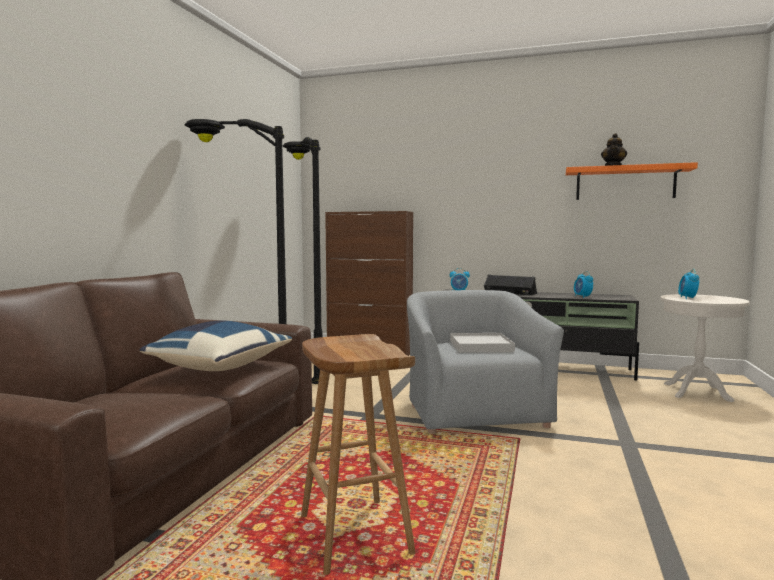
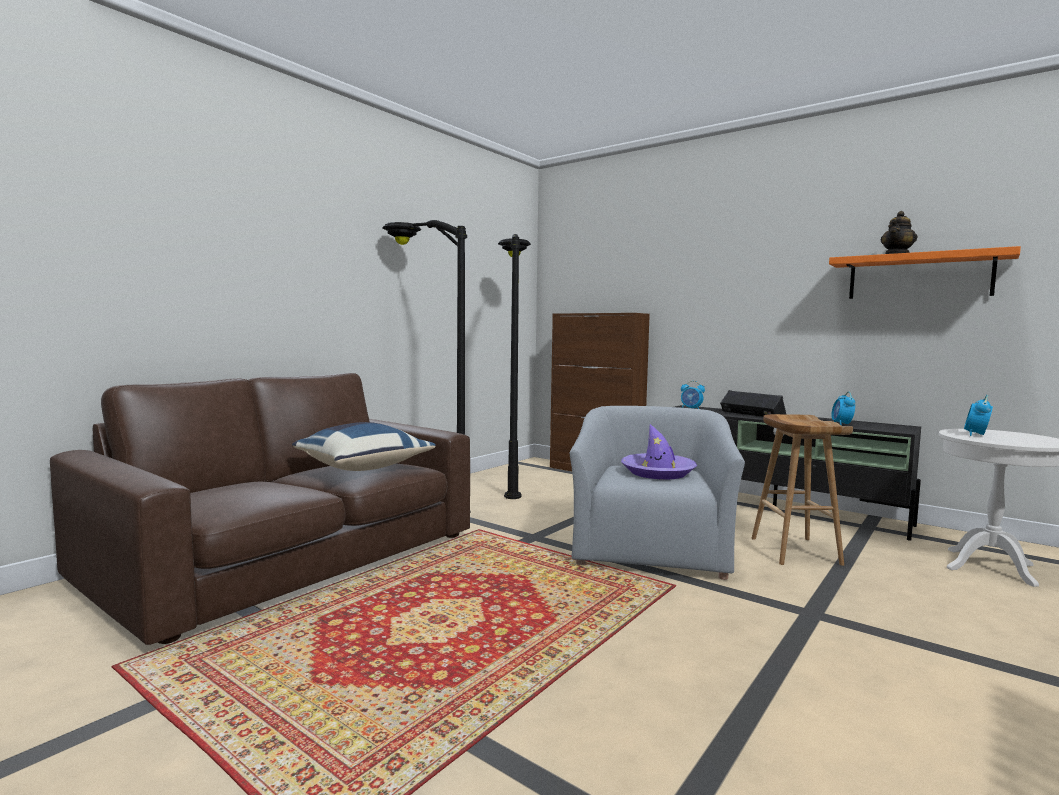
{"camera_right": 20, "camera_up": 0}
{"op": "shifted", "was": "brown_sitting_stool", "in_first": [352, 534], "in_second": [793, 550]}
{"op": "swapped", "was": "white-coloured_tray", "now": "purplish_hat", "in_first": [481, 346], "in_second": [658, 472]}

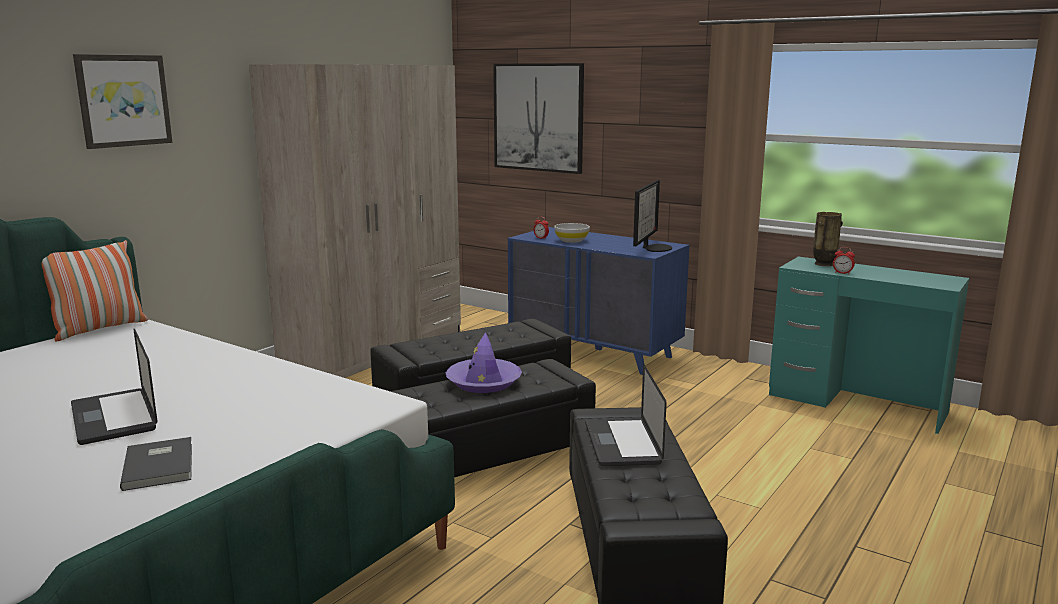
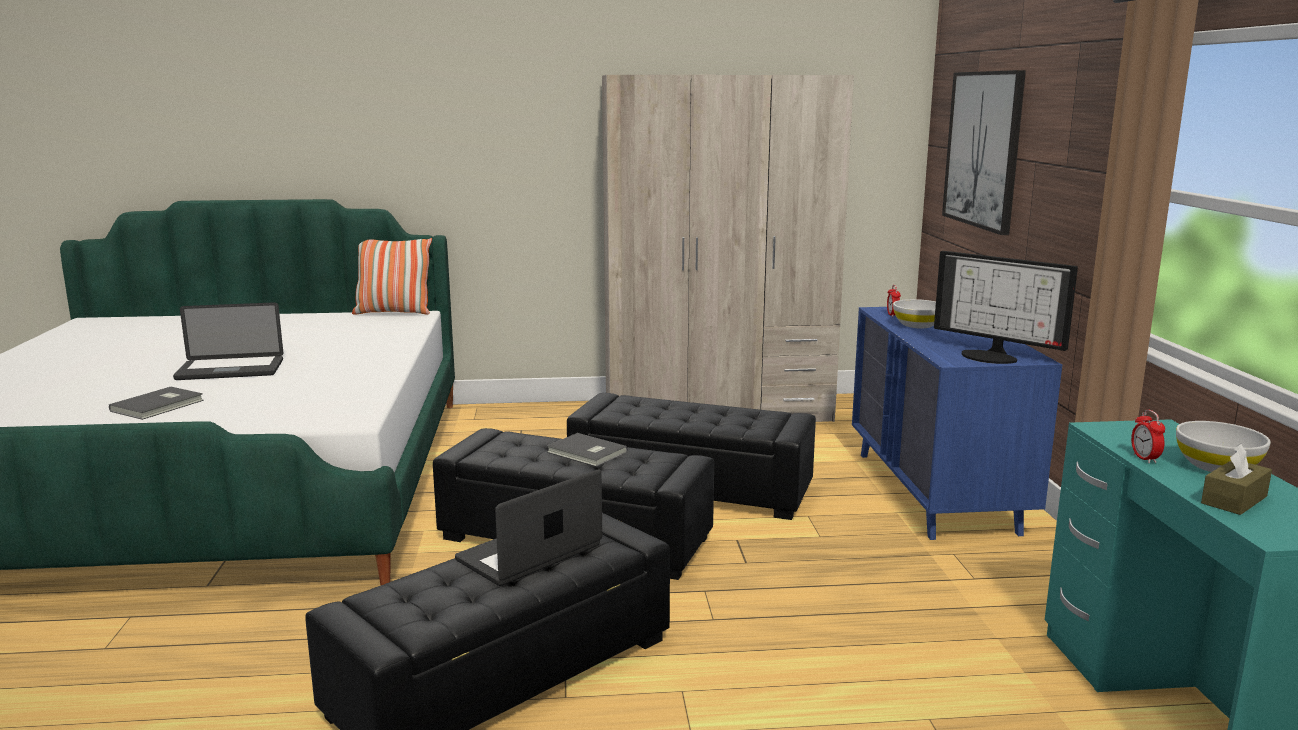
{"camera_right": 50, "camera_up": 0}
{"op": "gone", "was": "picture", "in_first": [123, 100]}
{"op": "gone", "was": "flower_vase", "in_first": [824, 264]}
{"op": "new", "now": "white-coloured_serving_bowl", "in_second": [1217, 466]}
{"op": "new", "now": "brown_tissue_holder", "in_second": [1234, 500]}
{"op": "swapped", "was": "purplish_hat", "now": "greyish_bound_book", "in_first": [484, 382], "in_second": [586, 453]}
{"op": "rotated", "was": "laptop", "in_first": [114, 417], "in_second": [230, 370], "clockwise": -120}
{"op": "rotated", "was": "computer_display", "in_first": [654, 248], "in_second": [991, 356], "clockwise": 60}

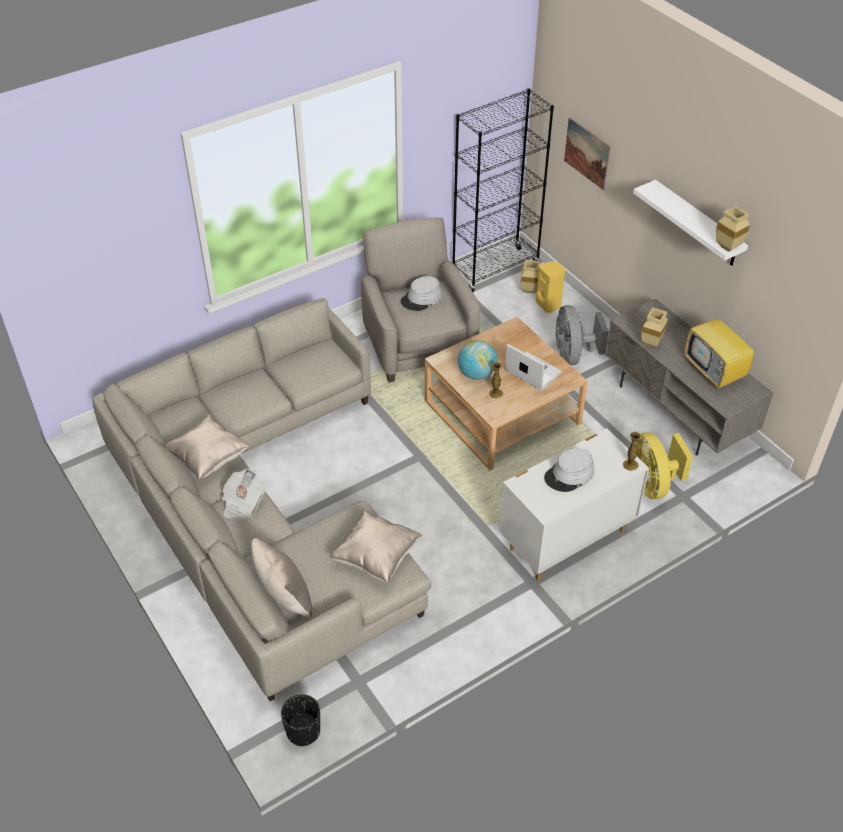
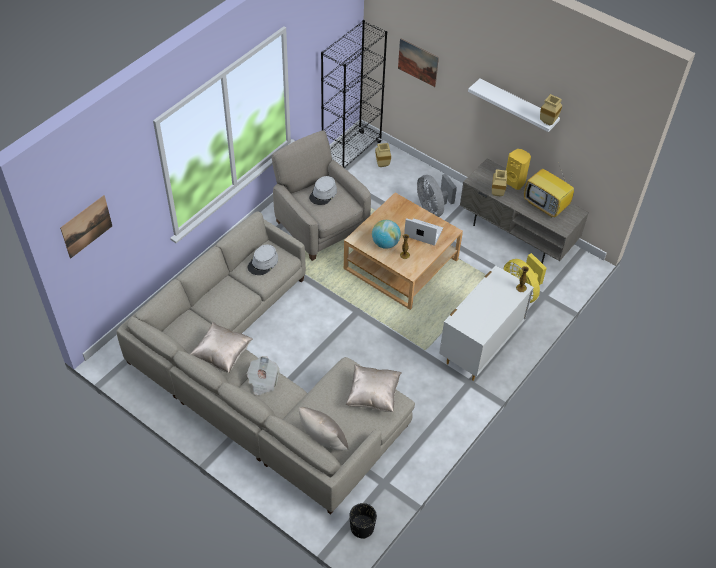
{"camera_right": -20, "camera_up": 5}
{"op": "new", "now": "picture", "in_second": [86, 226]}
{"op": "shifted", "was": "yellow-coloured_loudspeaker", "in_first": [549, 304], "in_second": [515, 182]}
{"op": "shifted", "was": "greyish_hat", "in_first": [569, 475], "in_second": [263, 263]}

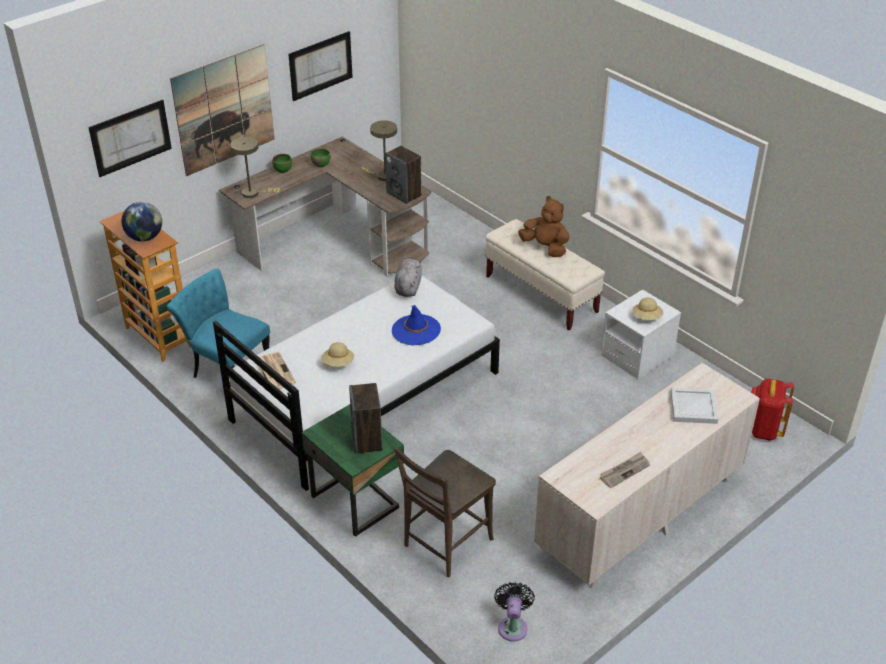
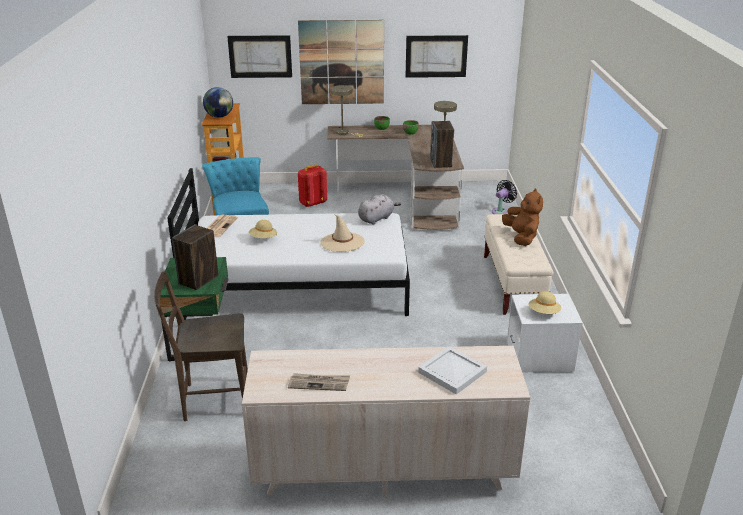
{"camera_right": 40, "camera_up": -10}
{"op": "shifted", "was": "black-coloured_cooling_fan", "in_first": [513, 626], "in_second": [501, 211]}
{"op": "shifted", "was": "red_rucksack", "in_first": [763, 430], "in_second": [312, 203]}
{"op": "repainted", "was": "blue-coloured_hat", "now": "beige_hat", "in_first": [416, 330], "in_second": [342, 242]}

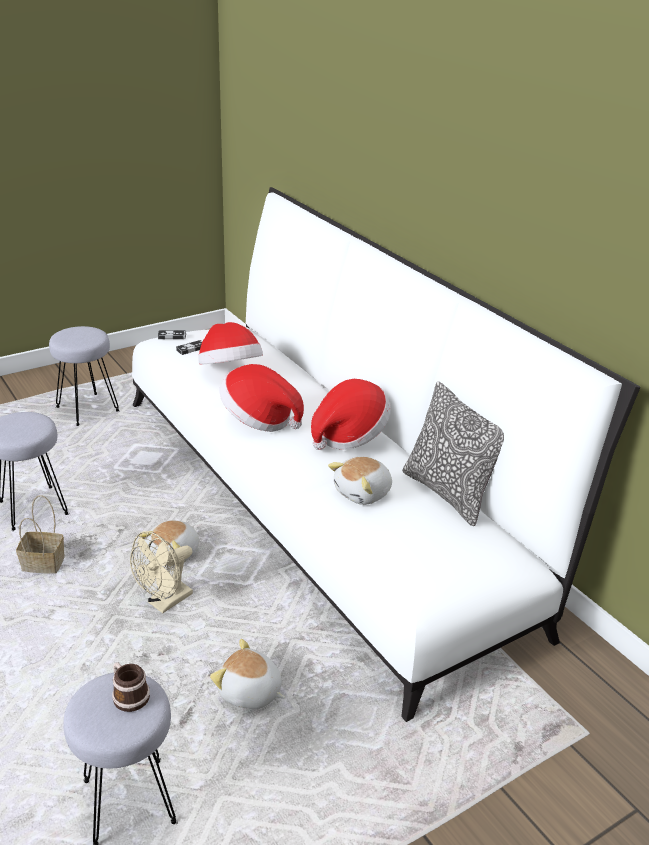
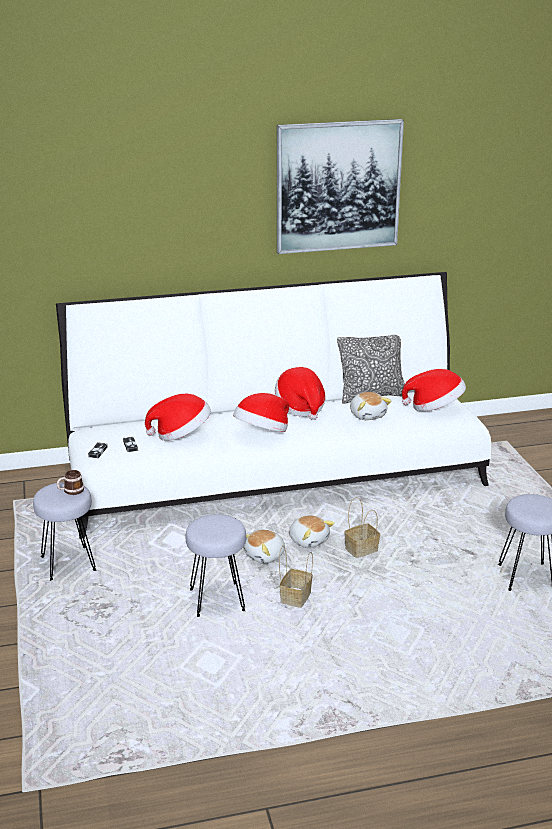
{"camera_right": -70, "camera_up": -5}
{"op": "new", "now": "picture", "in_second": [338, 186]}
{"op": "new", "now": "hat", "in_second": [435, 408]}
{"op": "shifted", "was": "mug", "in_first": [128, 695], "in_second": [71, 491]}
{"op": "shifted", "was": "plush_toy", "in_first": [249, 693], "in_second": [265, 556]}
{"op": "swapped", "was": "beige_cooling_fan", "now": "storage_basket", "in_first": [165, 603], "in_second": [362, 549]}

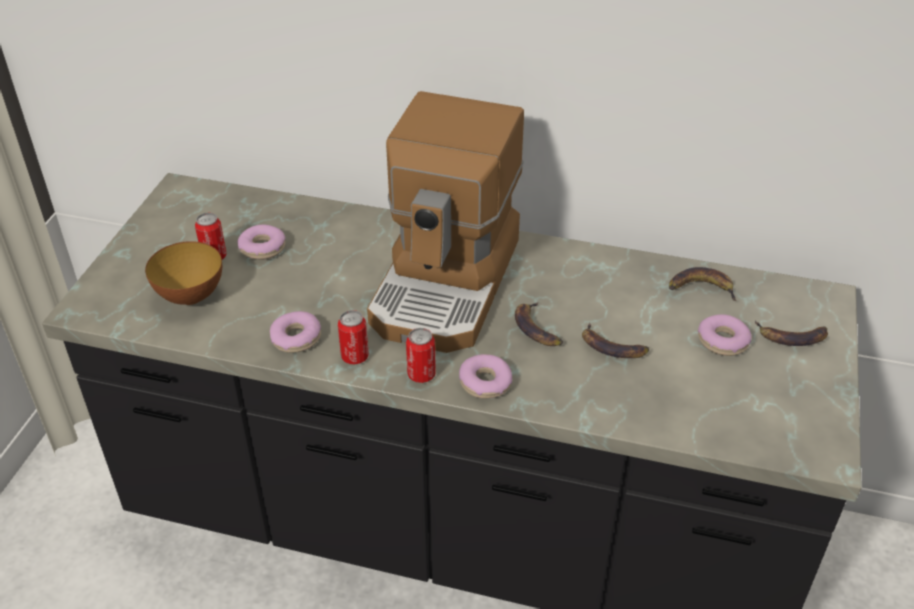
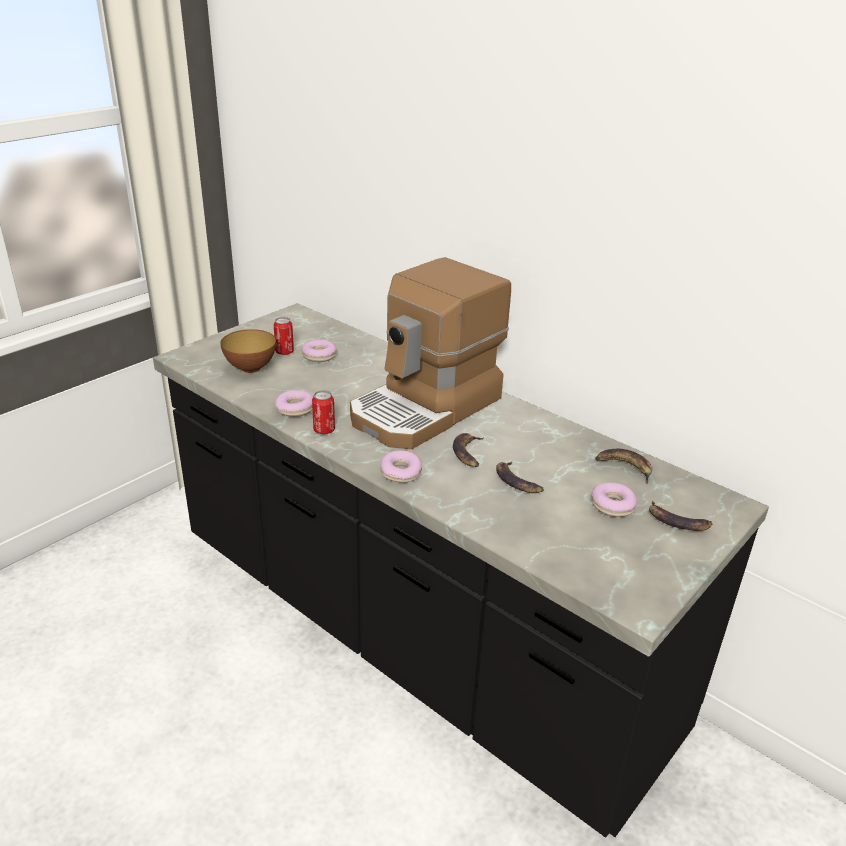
{"camera_right": 25, "camera_up": -10}
{"op": "gone", "was": "metal_can", "in_first": [421, 374]}

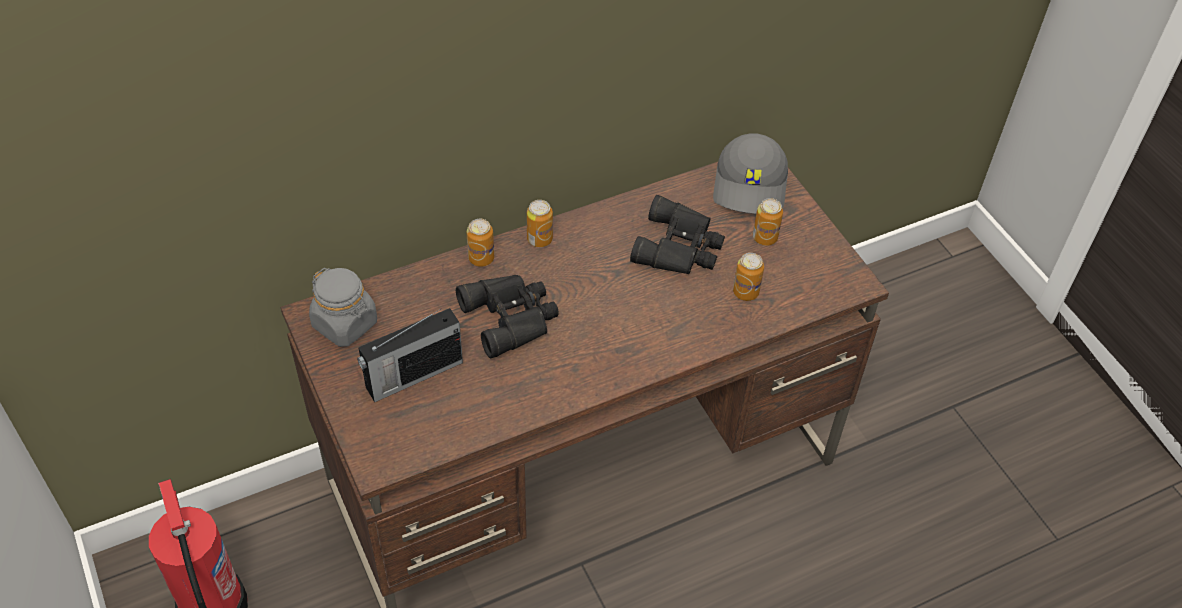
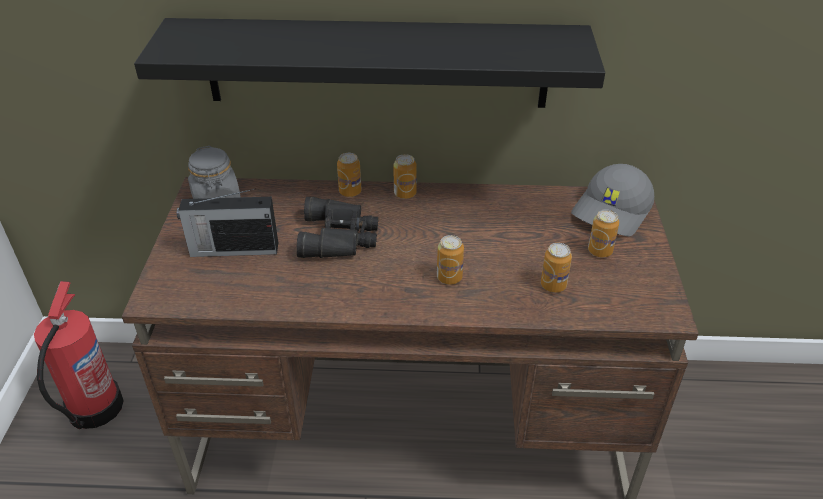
{"camera_right": 30, "camera_up": -10}
{"op": "gone", "was": "black-coloured_binoculars", "in_first": [680, 247]}
{"op": "new", "now": "black-coloured_shelf", "in_second": [377, 63]}
{"op": "new", "now": "metal_can", "in_second": [449, 277]}

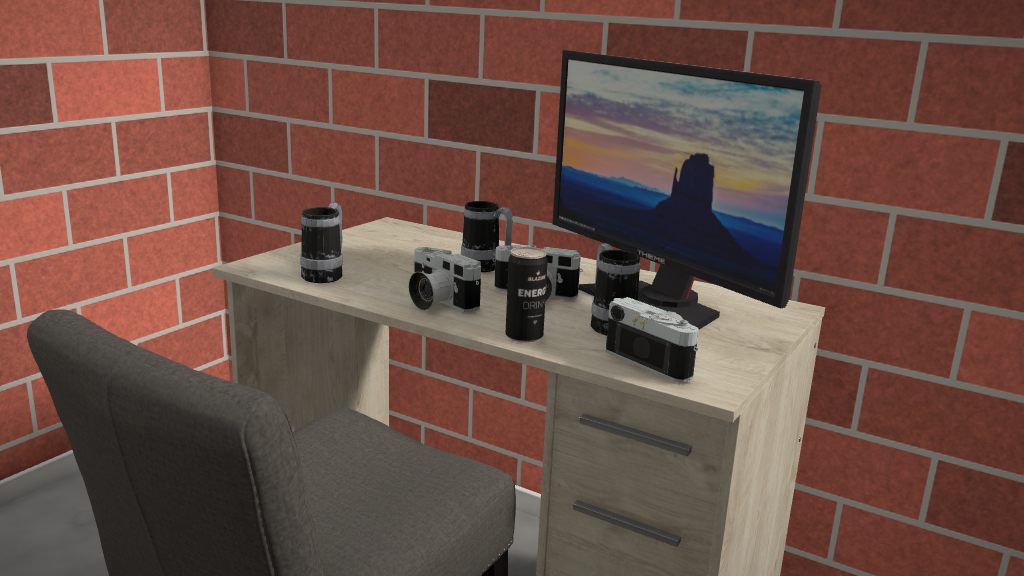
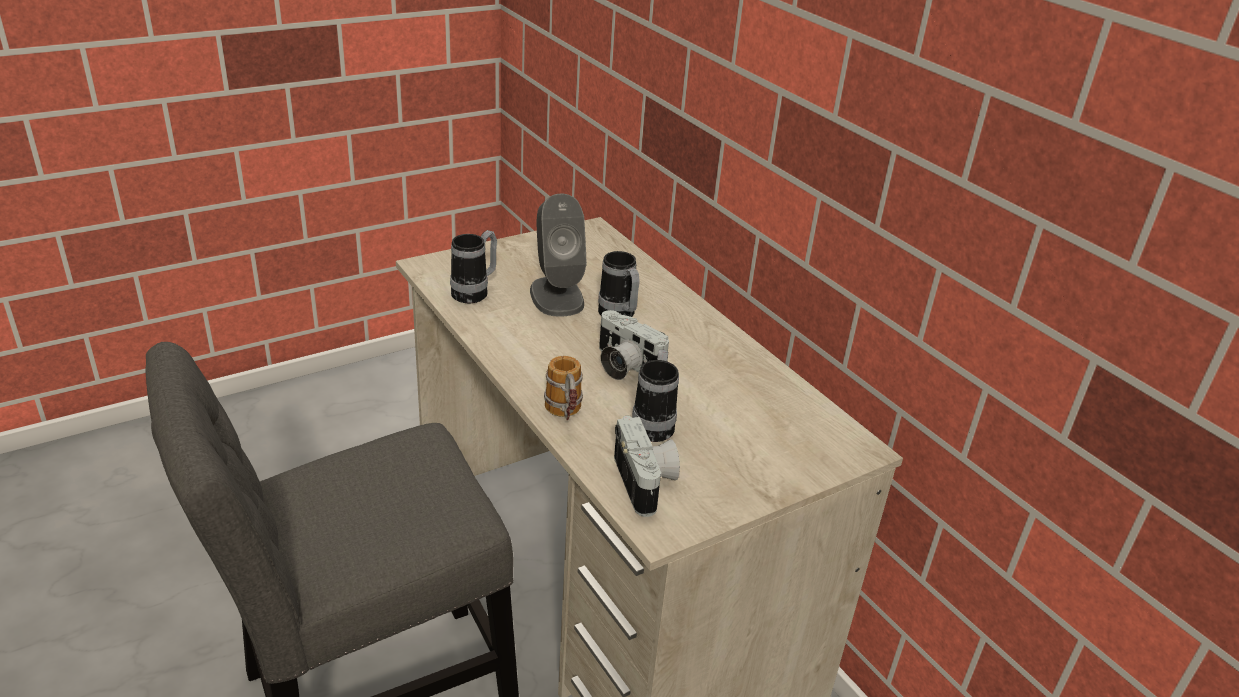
{"camera_right": 25, "camera_up": 15}
{"op": "gone", "was": "still_camera", "in_first": [436, 302]}
{"op": "gone", "was": "computer_display", "in_first": [658, 305]}
{"op": "new", "now": "greyish_loudspeaker", "in_second": [556, 296]}
{"op": "swapped", "was": "metal_can", "now": "mug", "in_first": [524, 336], "in_second": [565, 416]}

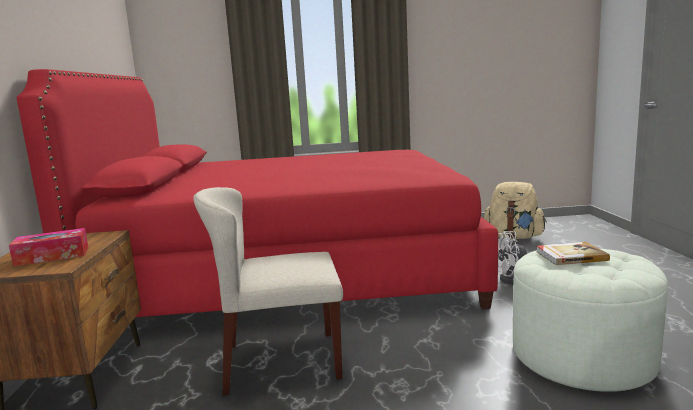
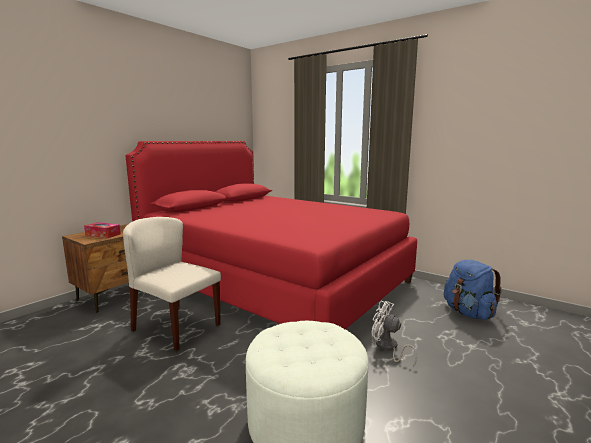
{"camera_right": 40, "camera_up": 0}
{"op": "gone", "was": "bound_book", "in_first": [570, 256]}
{"op": "repainted", "was": "beige_rucksack", "now": "blue-coloured_rucksack", "in_first": [514, 237], "in_second": [468, 313]}

